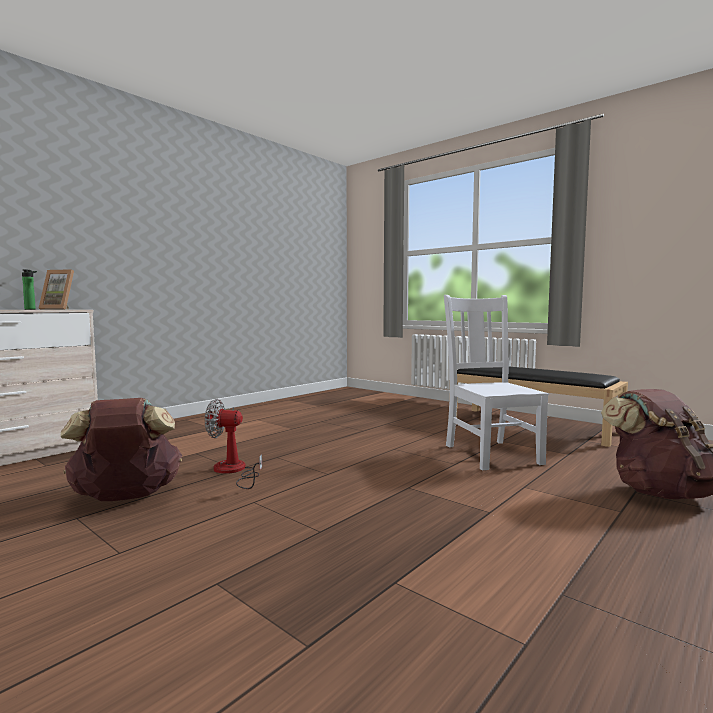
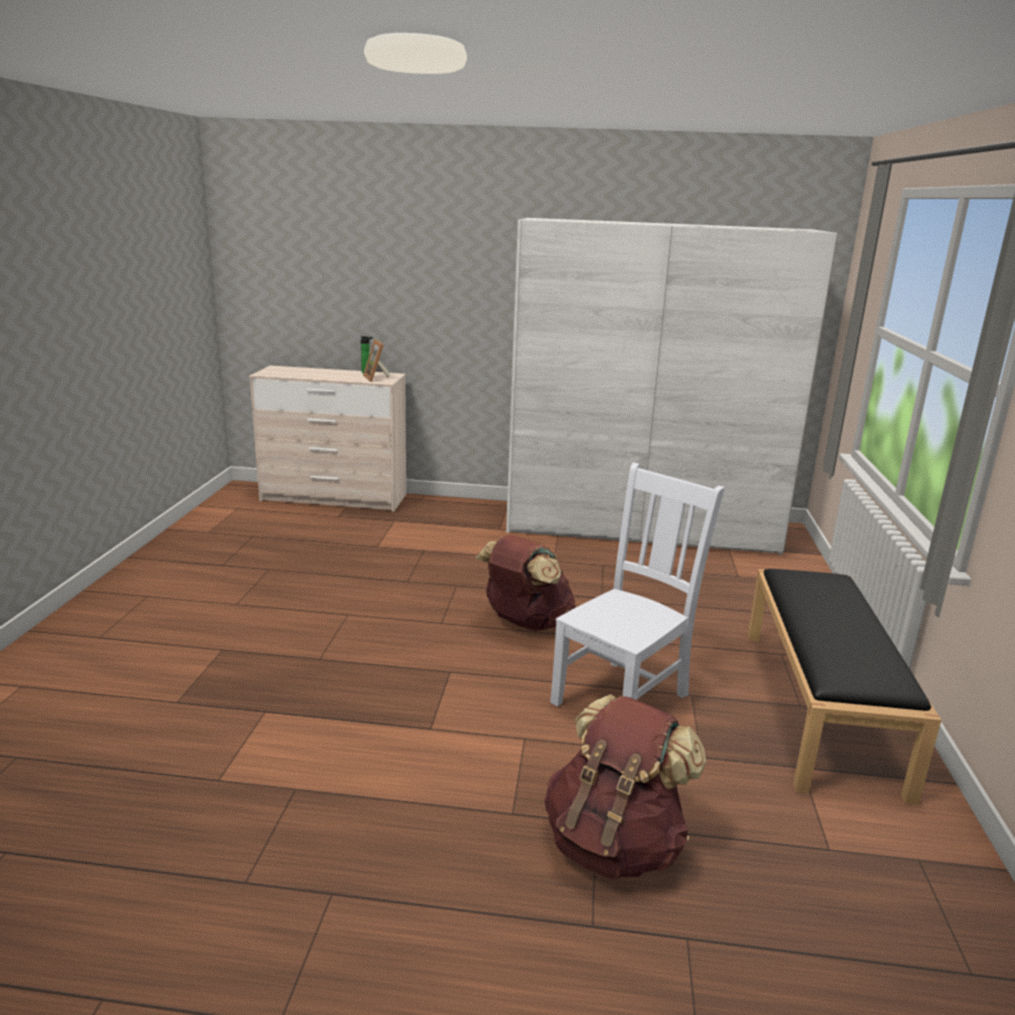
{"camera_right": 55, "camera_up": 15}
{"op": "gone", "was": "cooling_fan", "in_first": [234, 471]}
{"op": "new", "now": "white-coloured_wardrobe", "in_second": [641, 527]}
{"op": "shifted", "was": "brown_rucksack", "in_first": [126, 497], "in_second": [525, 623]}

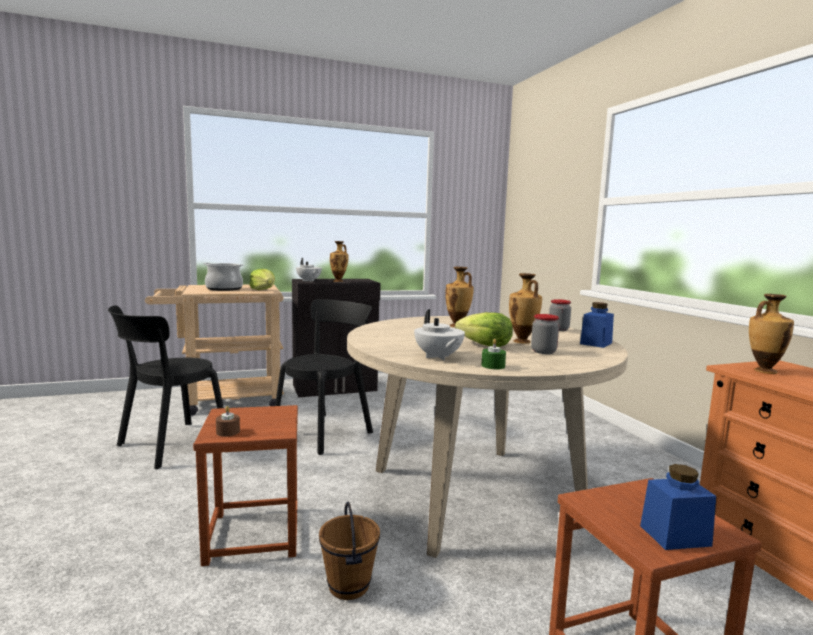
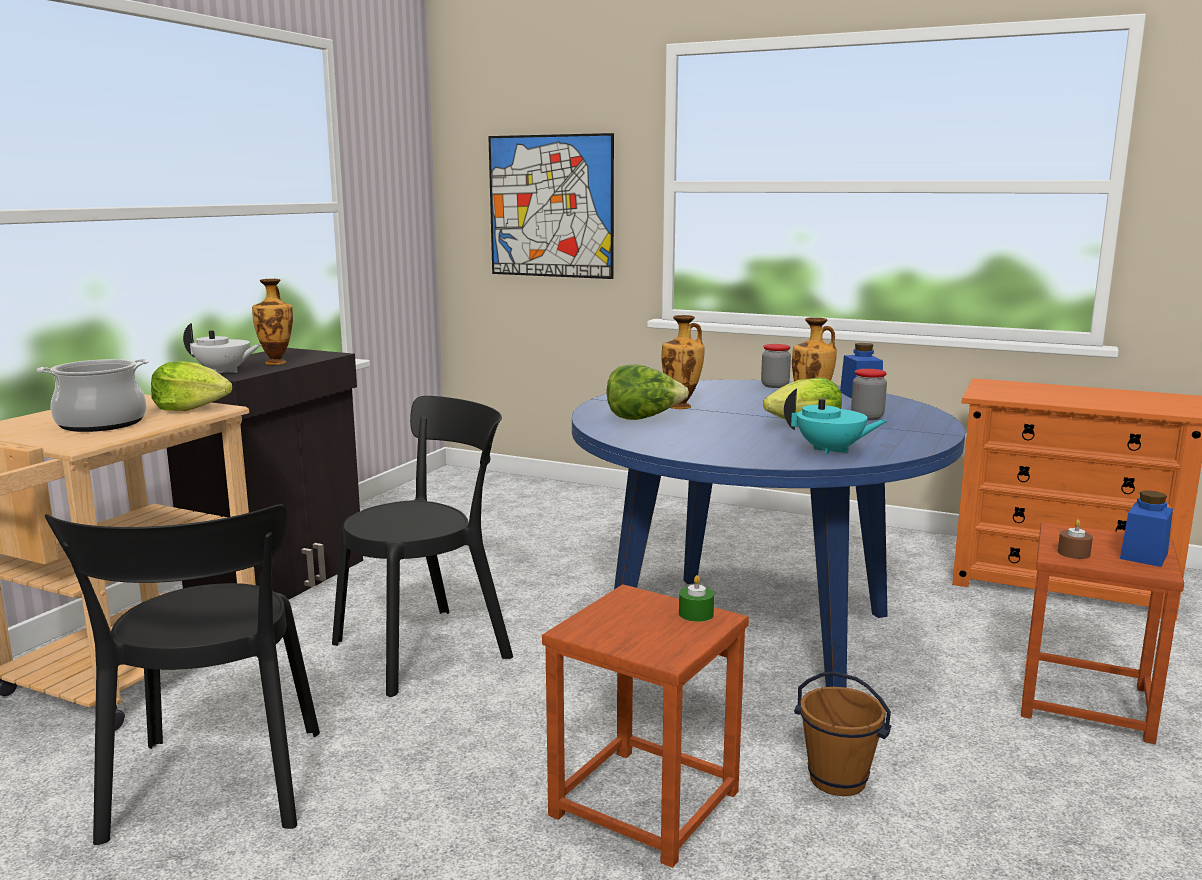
{"camera_right": -45, "camera_up": 5}
{"op": "gone", "was": "flower_vase", "in_first": [763, 371]}
{"op": "new", "now": "picture", "in_second": [550, 206]}
{"op": "new", "now": "head_of_lettuce", "in_second": [643, 418]}
{"op": "shifted", "was": "brown_candle", "in_first": [228, 432], "in_second": [1073, 553]}
{"op": "shifted", "was": "green_candle", "in_first": [493, 366], "in_second": [696, 614]}
{"op": "repainted", "was": "beige_dinner_table", "now": "blue-coloured_dinner_table", "in_first": [473, 494], "in_second": [753, 636]}
{"op": "repainted", "was": "white-coloured_pot_for_tea", "now": "turquoise-coloured_pot_for_tea", "in_first": [438, 357], "in_second": [830, 451]}
{"op": "rotated", "was": "black-coloured_upright_chair", "in_first": [326, 431], "in_second": [429, 647], "clockwise": 60}

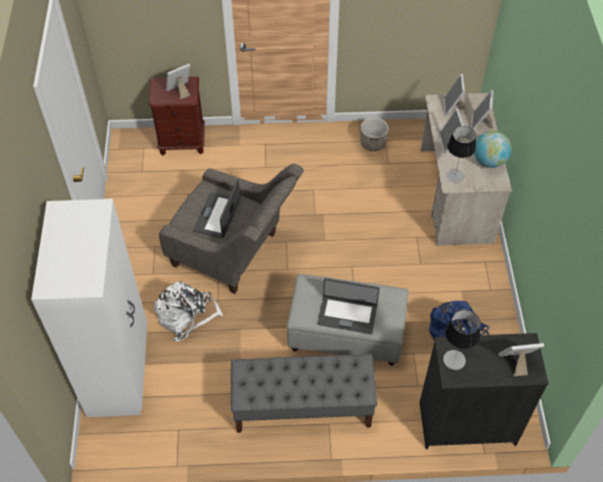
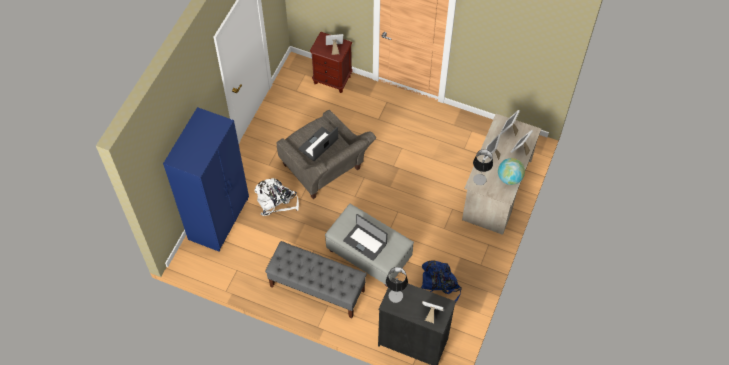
{"camera_right": 25, "camera_up": 5}
{"op": "gone", "was": "plant_pot", "in_first": [373, 143]}
{"op": "repainted", "was": "white-coloured_wardrobe", "now": "blue-coloured_wardrobe", "in_first": [119, 370], "in_second": [219, 219]}

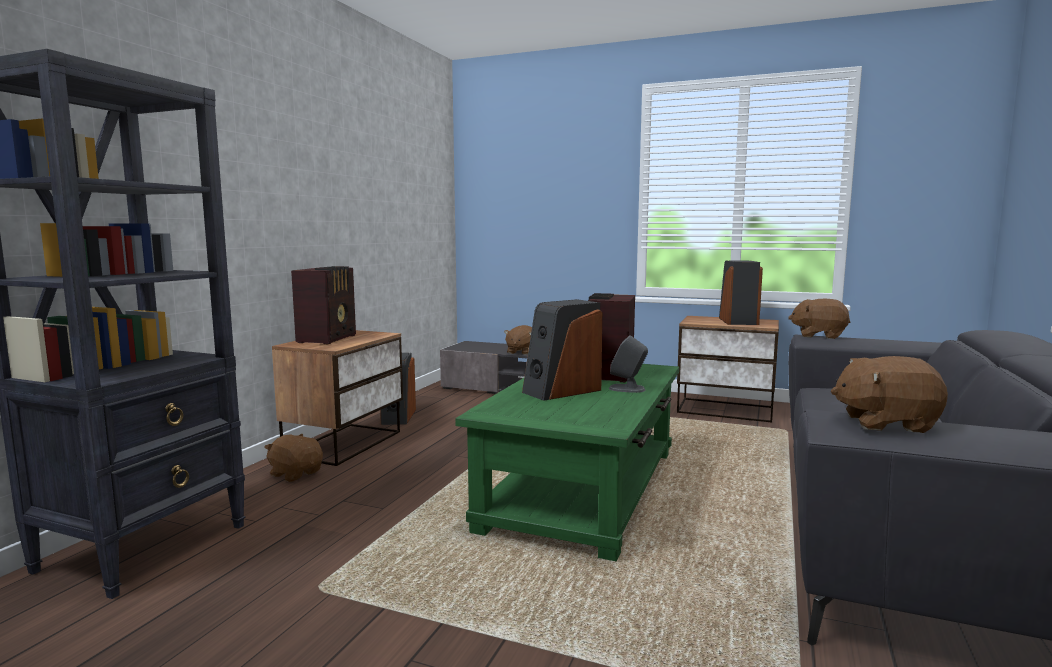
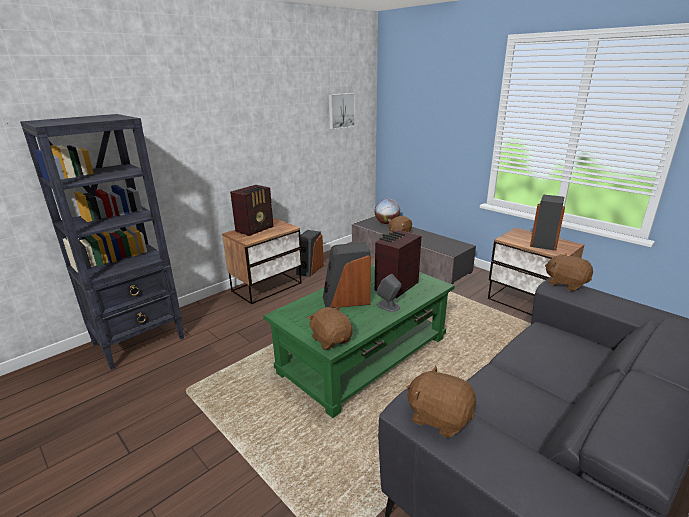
{"camera_right": 25, "camera_up": 15}
{"op": "new", "now": "picture", "in_second": [341, 110]}
{"op": "new", "now": "world_globe", "in_second": [387, 223]}
{"op": "shifted", "was": "brown_plush_toy", "in_first": [296, 473], "in_second": [331, 340]}

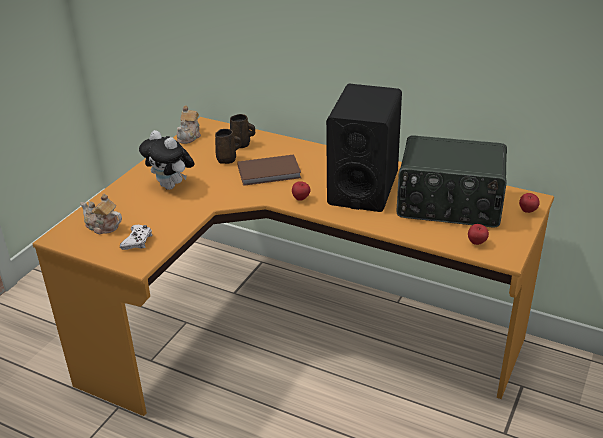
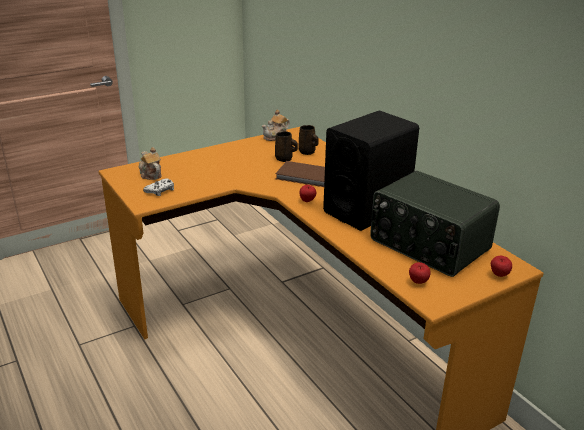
{"camera_right": 30, "camera_up": -5}
{"op": "gone", "was": "plush_toy", "in_first": [171, 186]}

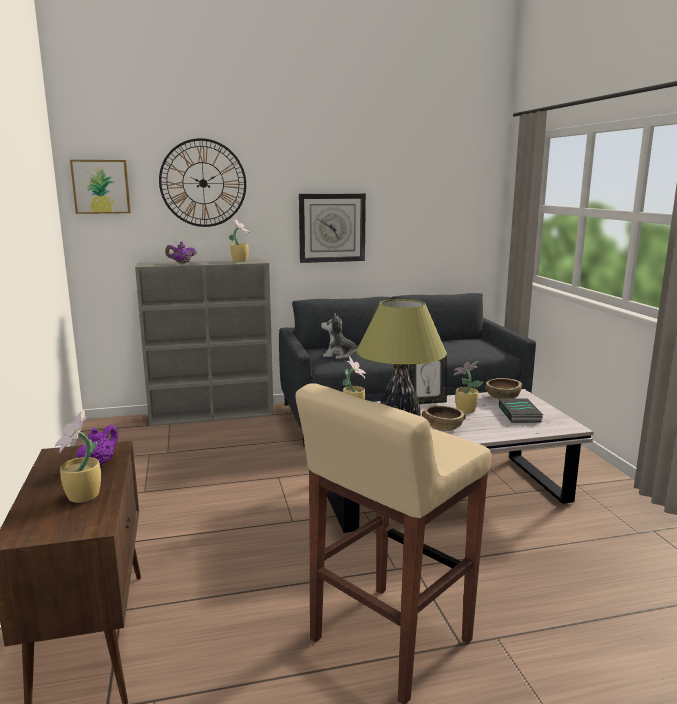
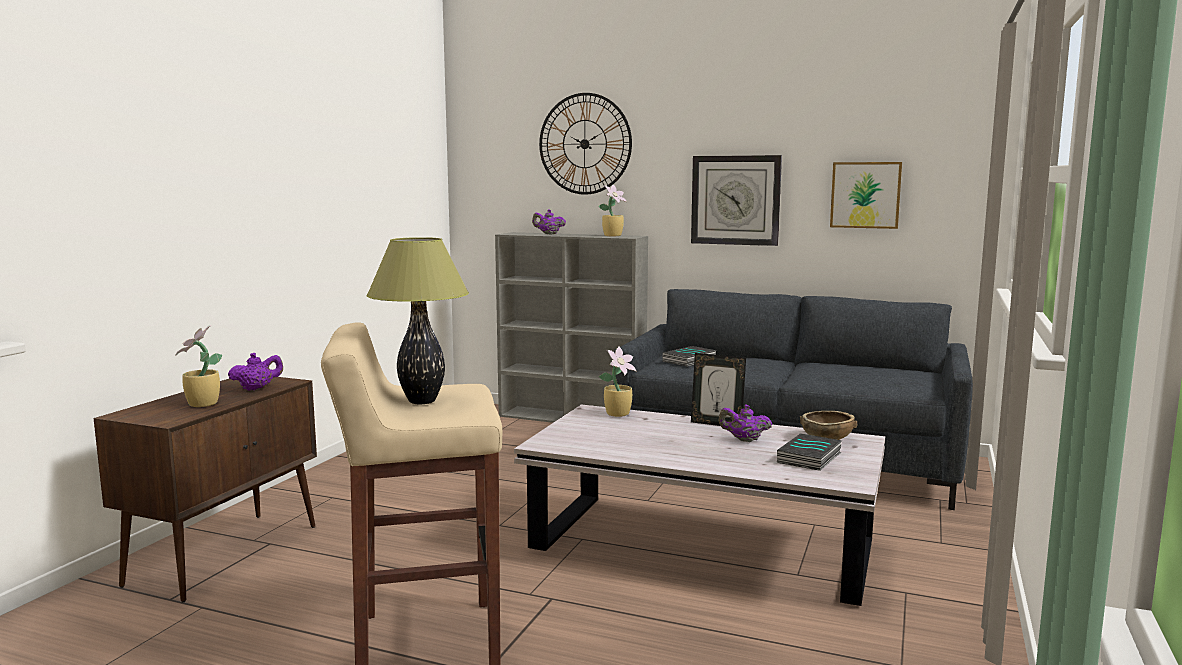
{"camera_right": 35, "camera_up": -5}
{"op": "gone", "was": "brown_serving_bowl", "in_first": [443, 428]}
{"op": "shifted", "was": "picture", "in_first": [101, 186], "in_second": [865, 195]}
{"op": "swapped", "was": "plush_toy", "now": "bound_book", "in_first": [339, 355], "in_second": [689, 360]}
{"op": "swapped", "was": "houseplant", "now": "purplish_pot_for_tea", "in_first": [464, 410], "in_second": [744, 440]}

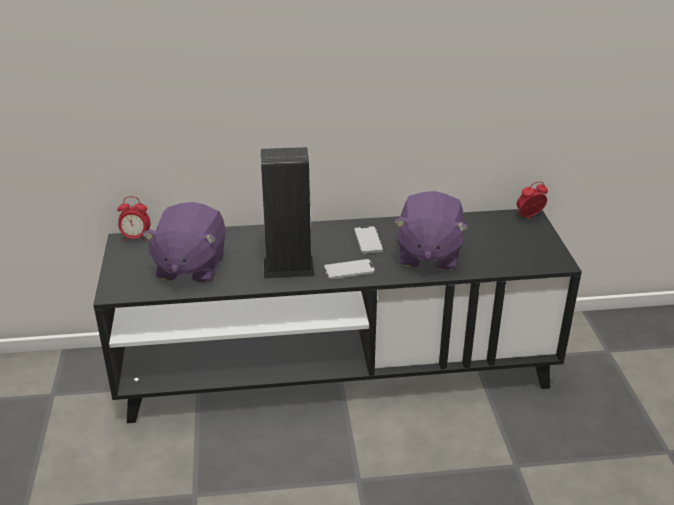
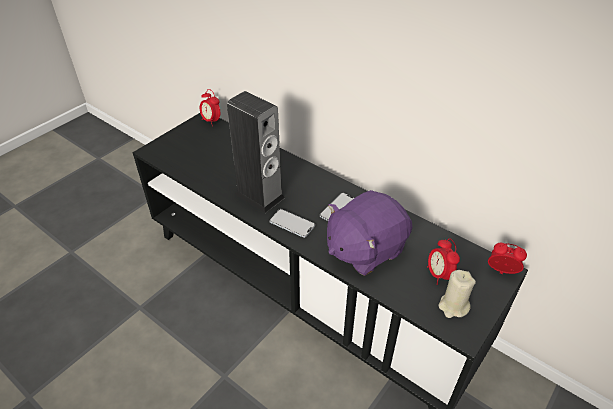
{"camera_right": 45, "camera_up": 10}
{"op": "gone", "was": "purplish_plush_toy", "in_first": [190, 267]}
{"op": "new", "now": "table_clock", "in_second": [438, 274]}
{"op": "new", "now": "beige_candle", "in_second": [453, 306]}

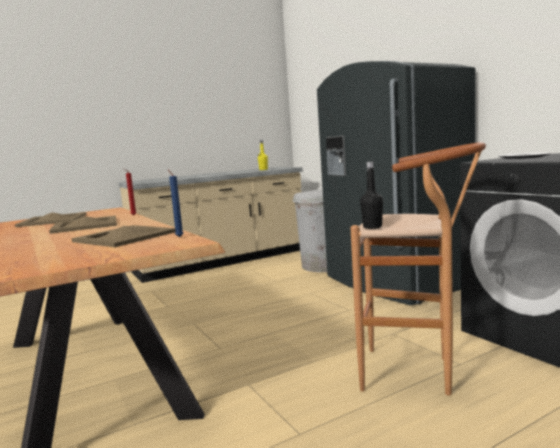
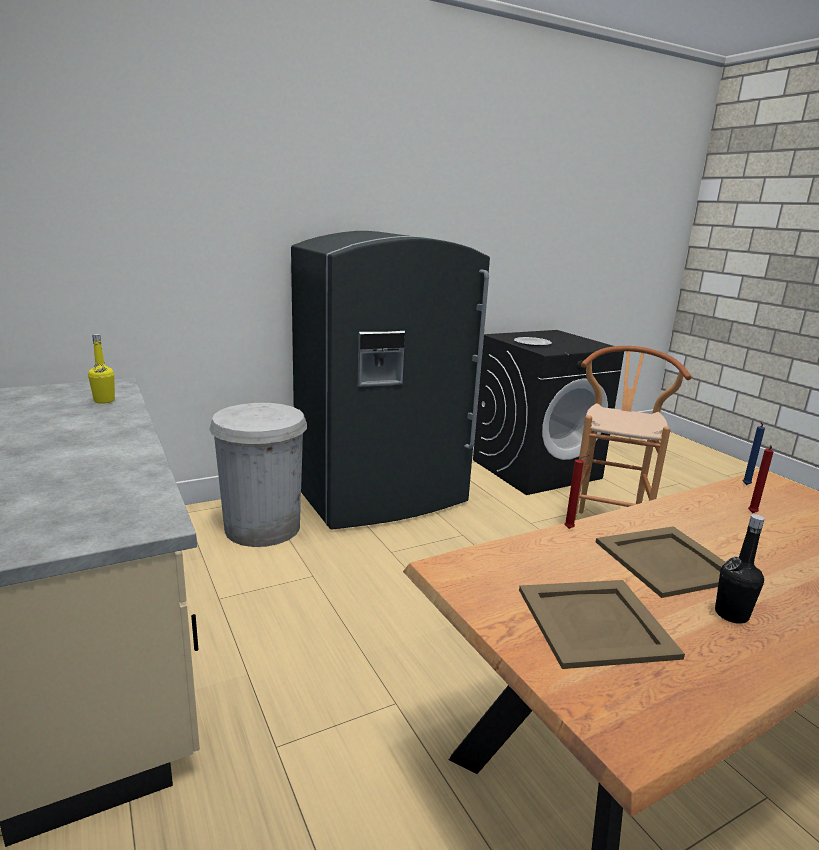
{"camera_right": -90, "camera_up": 10}
{"op": "shifted", "was": "black-coloured_bottle", "in_first": [372, 227], "in_second": [731, 614]}
{"op": "swapped", "was": "beige_tray", "now": "red_candle", "in_first": [125, 236], "in_second": [752, 513]}

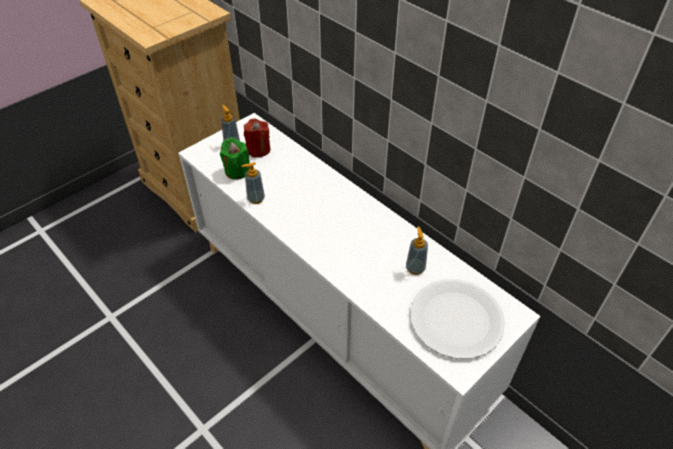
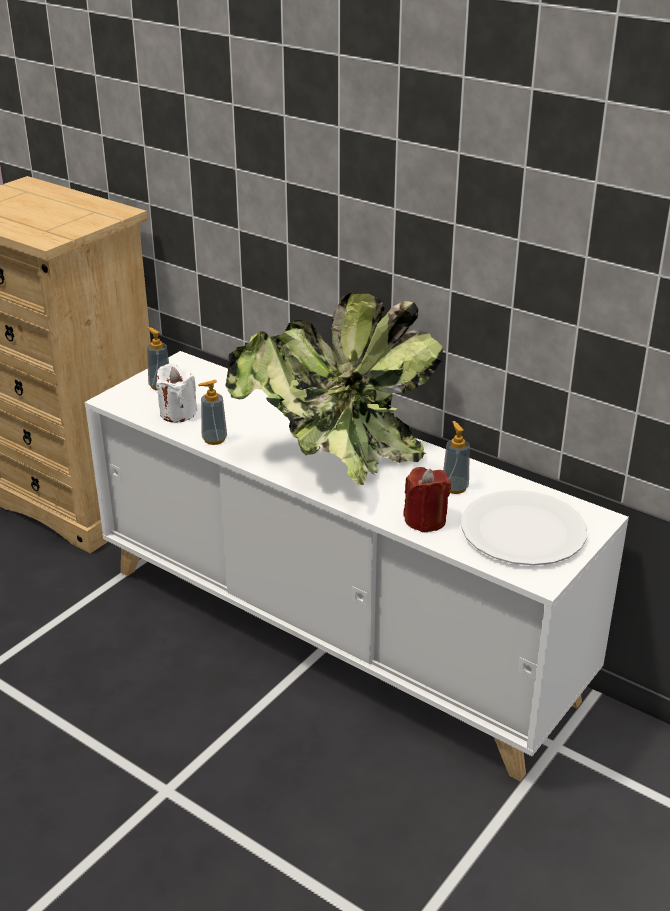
{"camera_right": -10, "camera_up": -15}
{"op": "new", "now": "houseplant", "in_second": [333, 460]}
{"op": "shifted", "was": "red_candle", "in_first": [258, 149], "in_second": [425, 520]}
{"op": "repainted", "was": "green_candle", "now": "white-coloured_candle", "in_first": [237, 171], "in_second": [178, 413]}

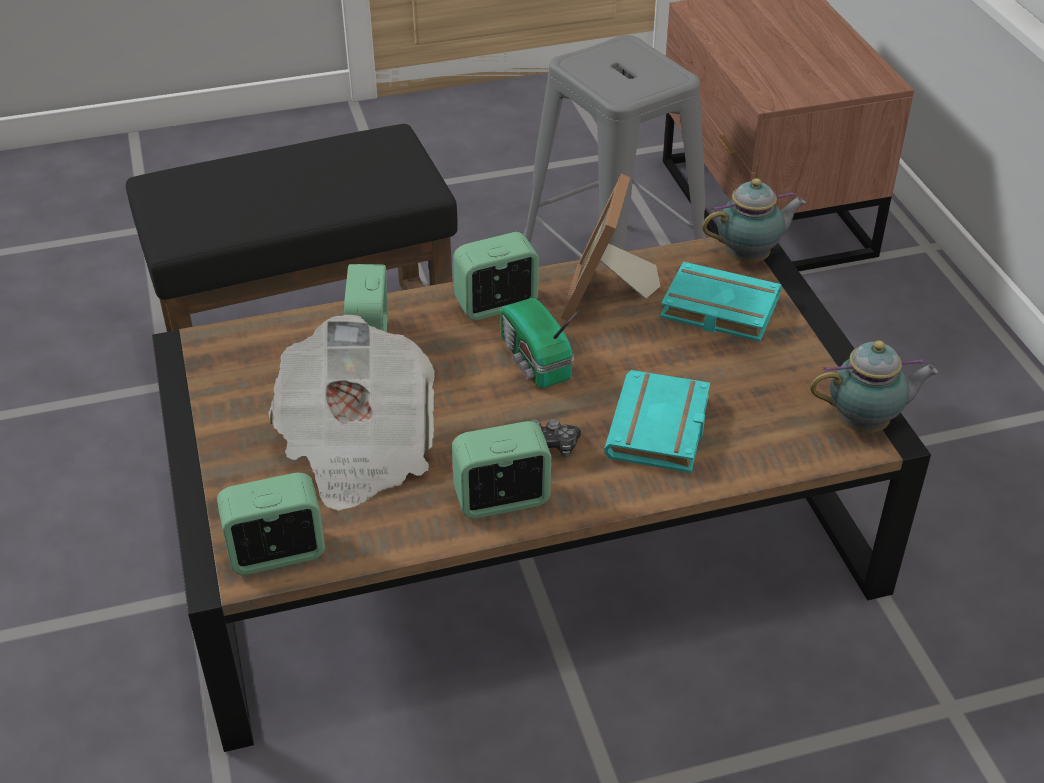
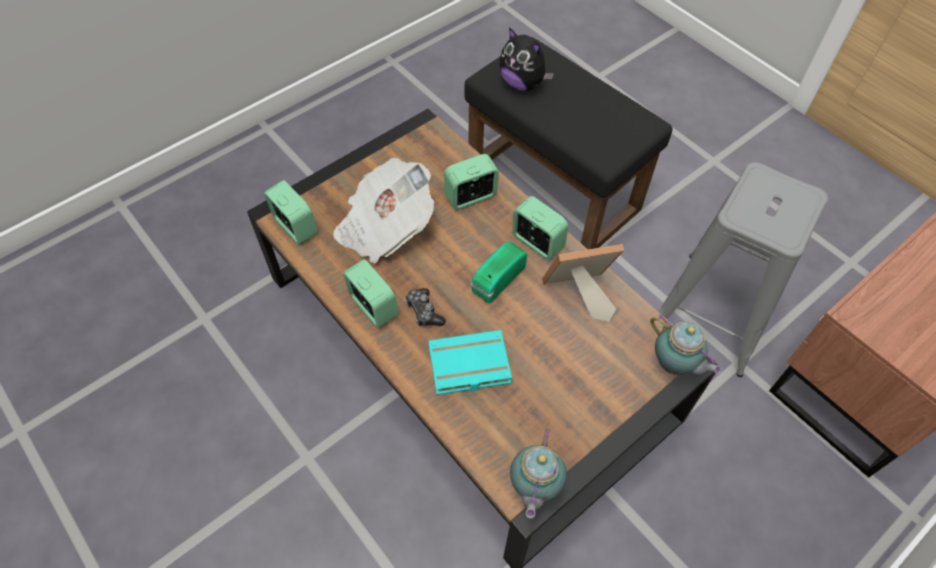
{"camera_right": 65, "camera_up": 15}
{"op": "gone", "was": "turquoise-coloured_bound_book", "in_first": [716, 310]}
{"op": "new", "now": "plush_toy", "in_second": [522, 83]}
{"op": "rotated", "was": "pot_for_tea", "in_first": [865, 424], "in_second": [534, 487], "clockwise": 45}

